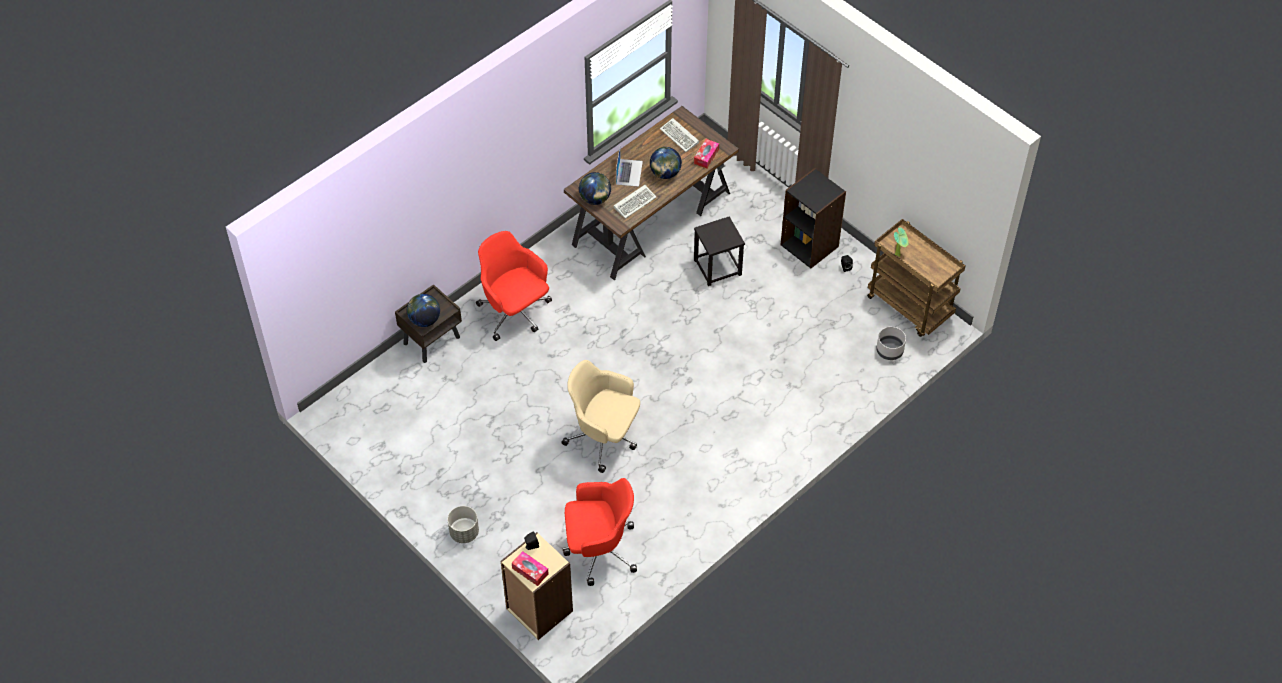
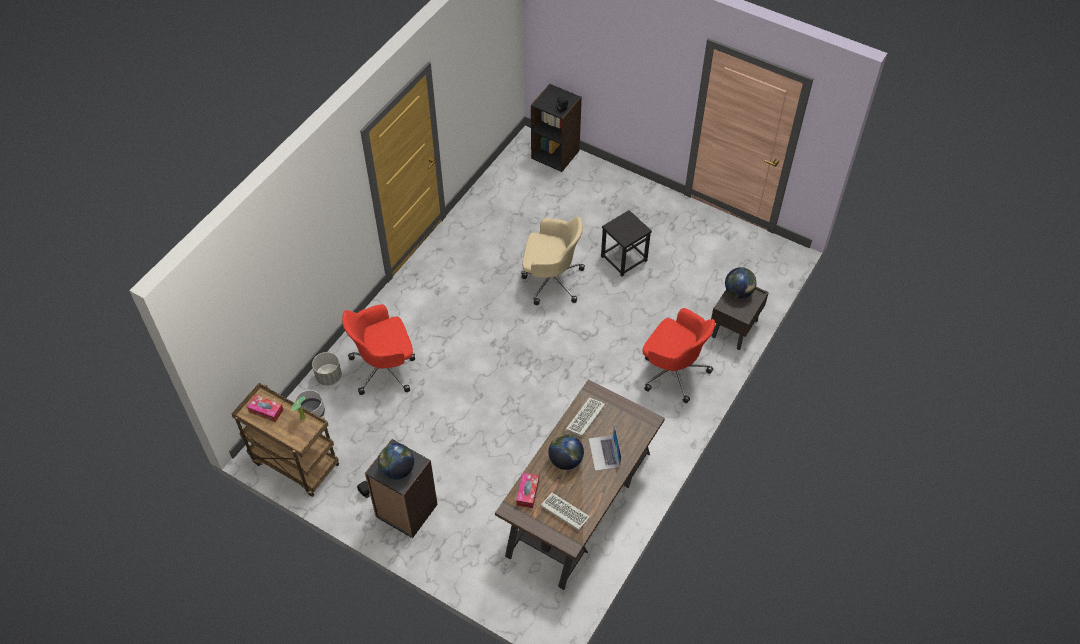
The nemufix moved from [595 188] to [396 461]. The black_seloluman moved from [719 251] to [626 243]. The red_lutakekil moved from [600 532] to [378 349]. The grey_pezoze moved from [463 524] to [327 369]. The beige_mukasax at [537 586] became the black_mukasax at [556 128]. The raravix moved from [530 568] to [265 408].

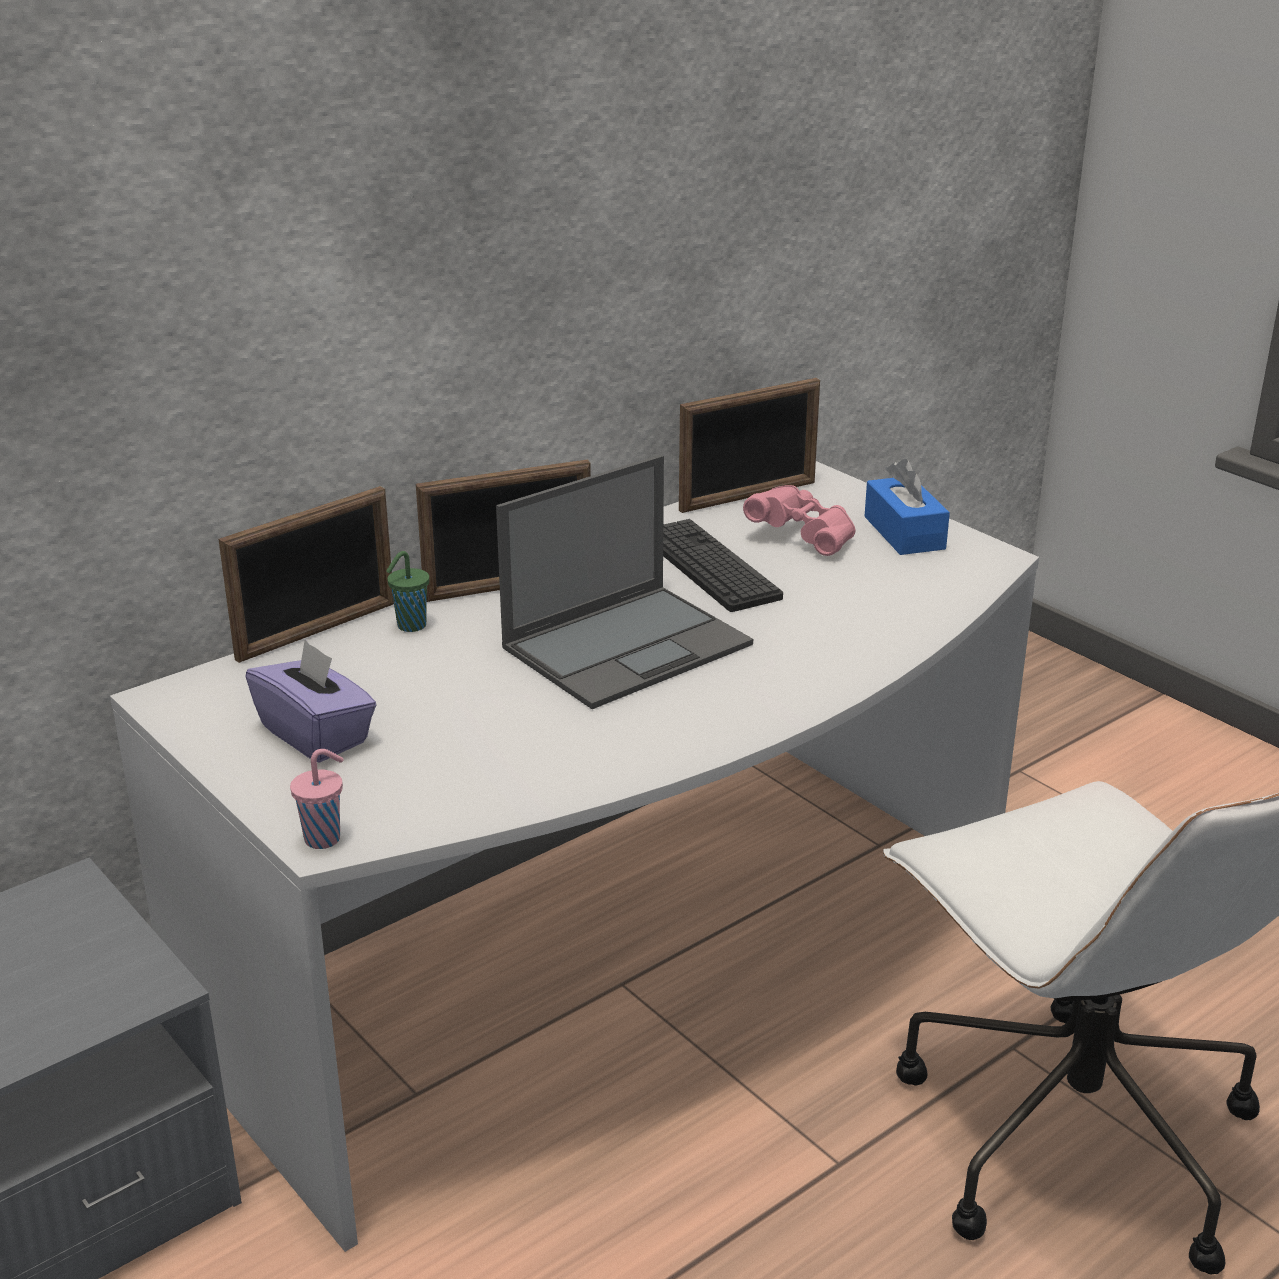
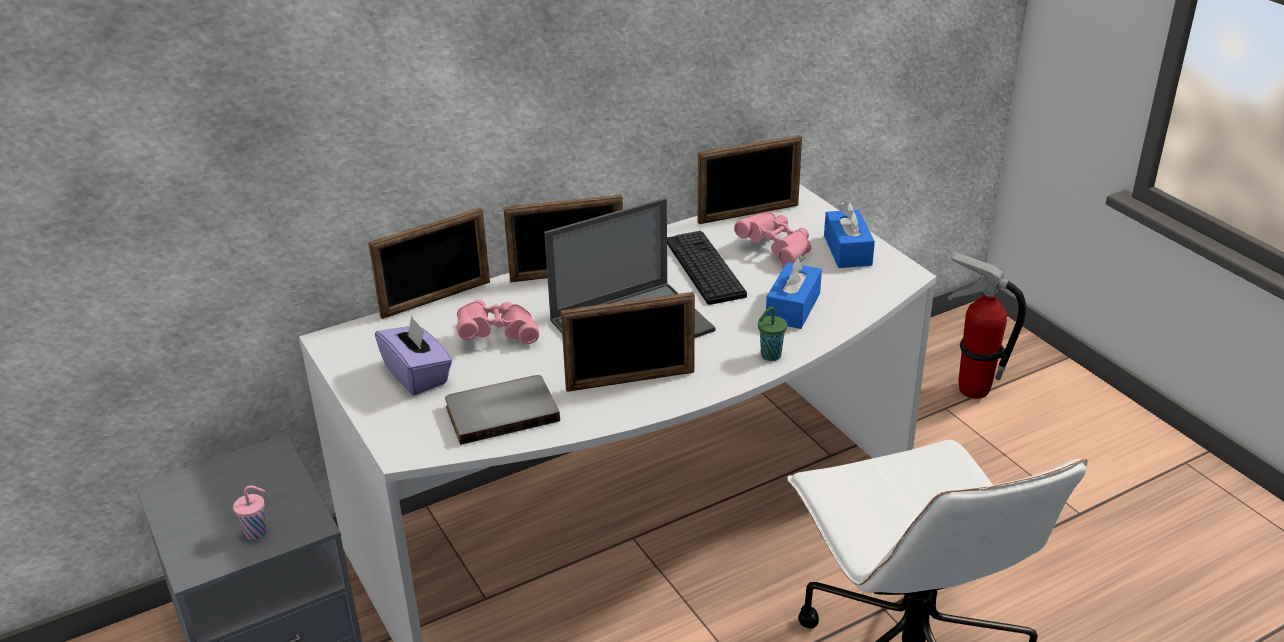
The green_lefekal moved from [407 591] to [772 334]. The pink_lefekal moved from [317 799] to [249 512]. The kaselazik at [987 325] appeared. The blue_raravix at [794 292] appeared. The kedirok at [628 342] appeared. The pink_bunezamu at [498 322] appeared. The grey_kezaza at [502 410] appeared.

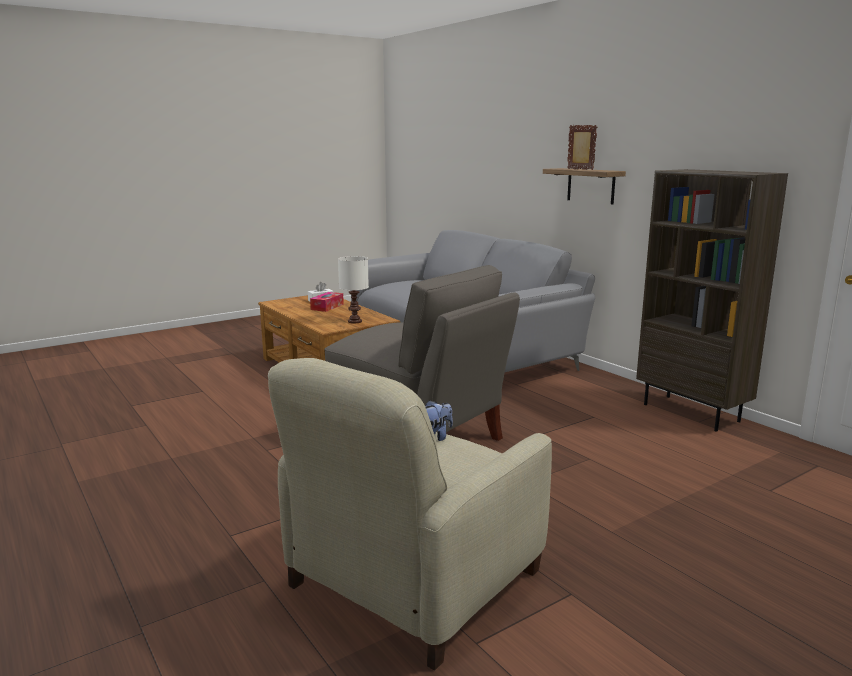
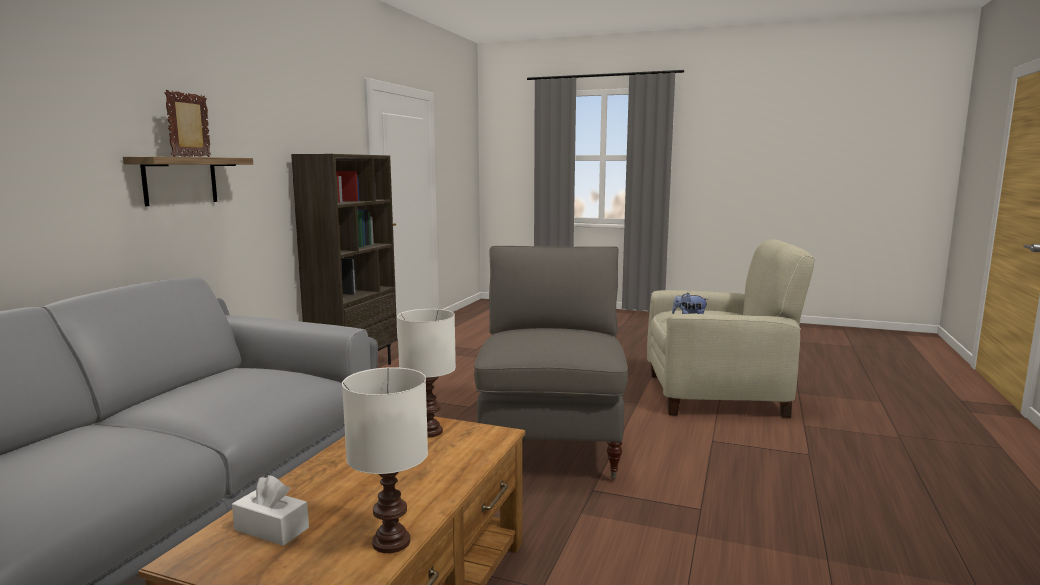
The raravix at [327 302] disappeared. The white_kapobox at [385 460] appeared.

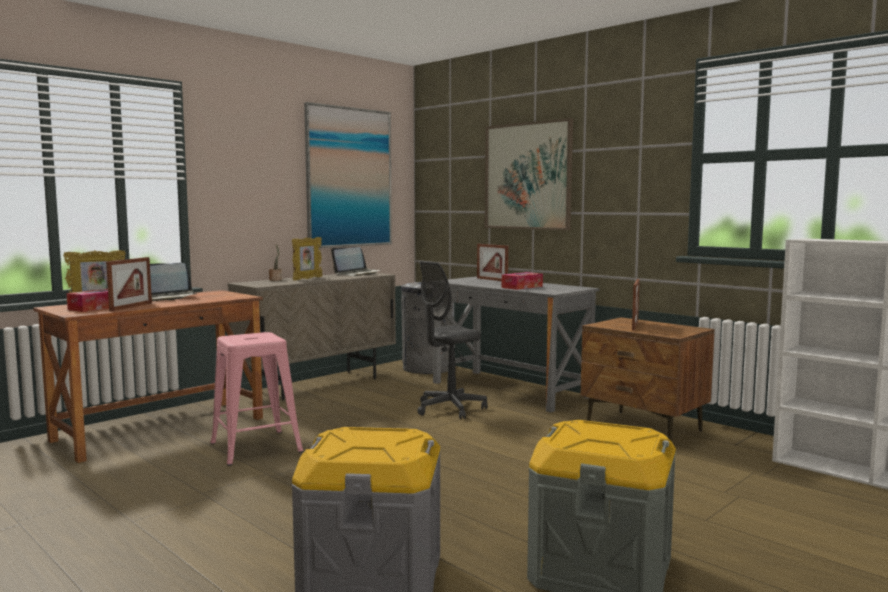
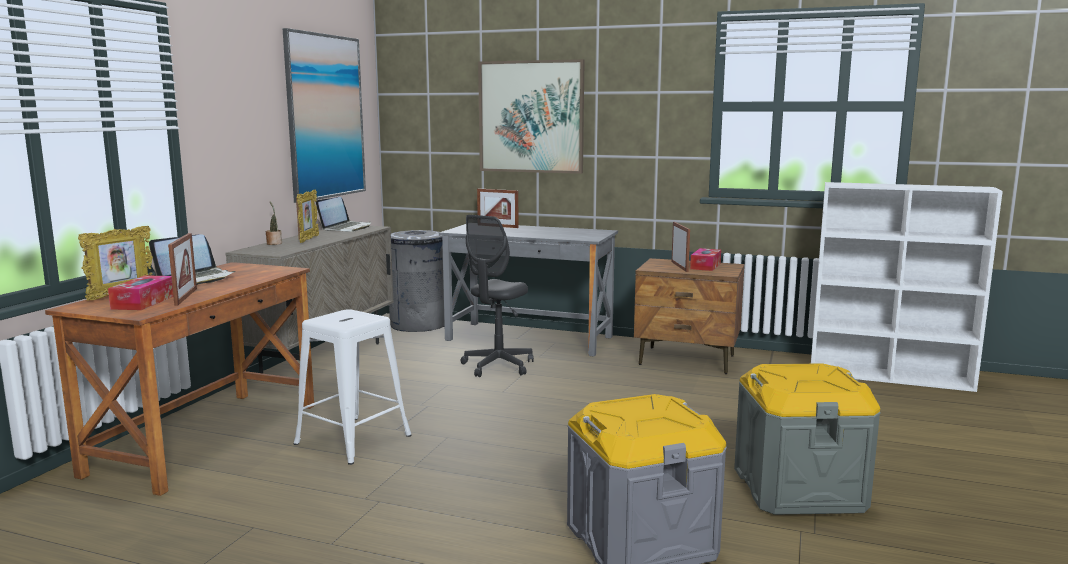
The raravix moved from [522 281] to [705 259]. The pink_seloluman at [256 399] became the white_seloluman at [353 387].

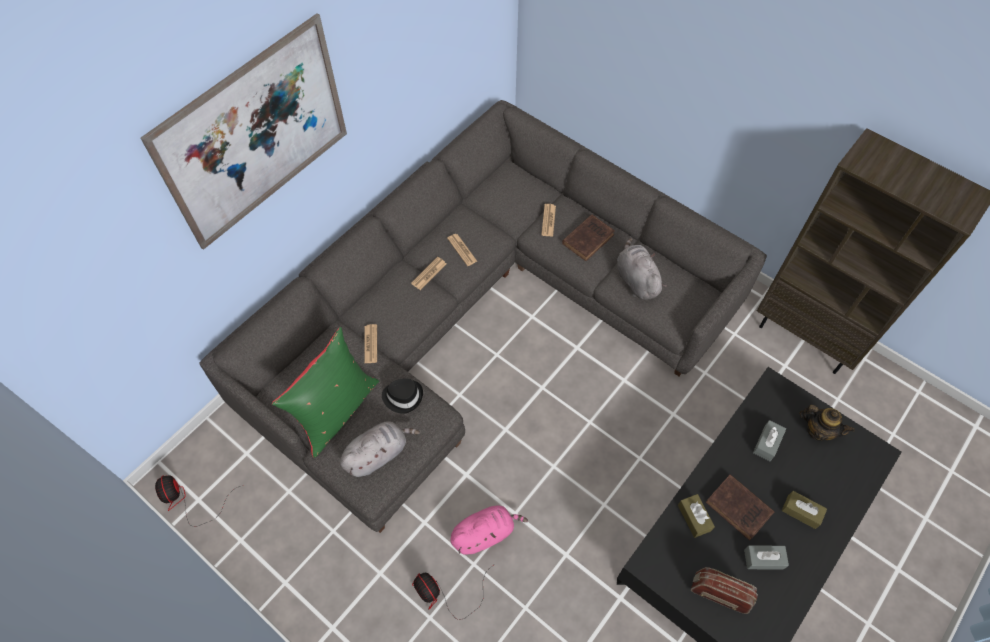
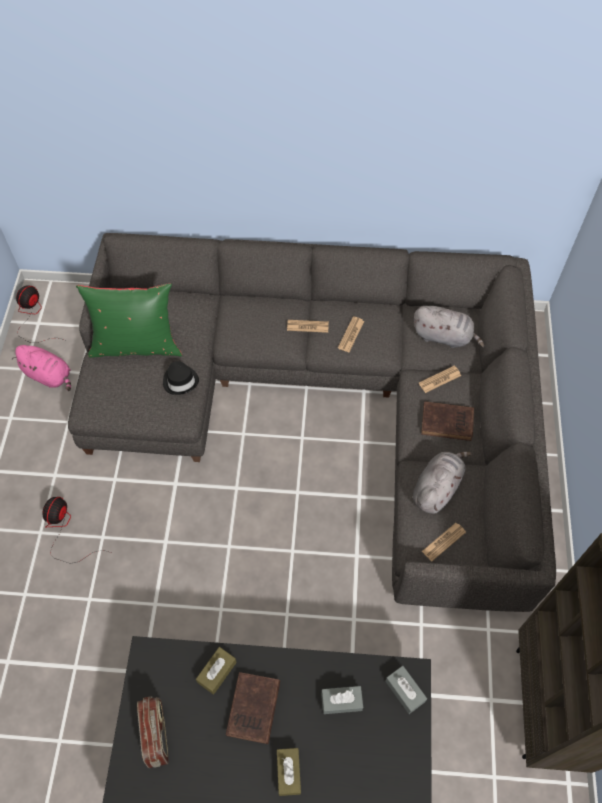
The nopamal at [244 131] disappeared. The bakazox moved from [370 344] to [444 542]. The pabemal at [827 423] disappeared. The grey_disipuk moved from [380 449] to [449 327]. The pink_disipuk moved from [489 530] to [41 368]. The grey_raravix moved from [766 557] to [406 690].

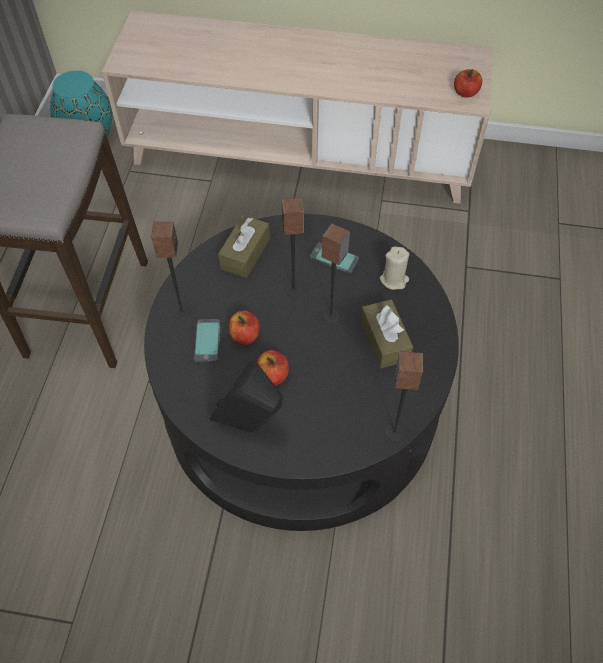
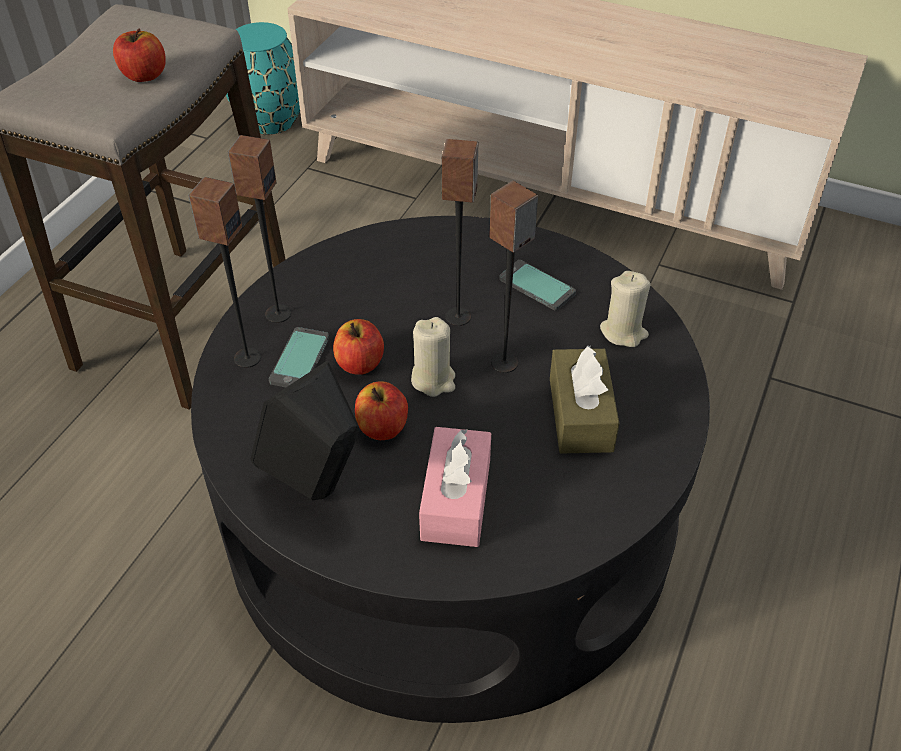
The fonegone moved from [468 83] to [139 55]. The brown_raravix at [244 246] disappeared. The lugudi moved from [404 396] to [224 272]. The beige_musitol at [433 357] appeared. The pink_raravix at [455 487] appeared.

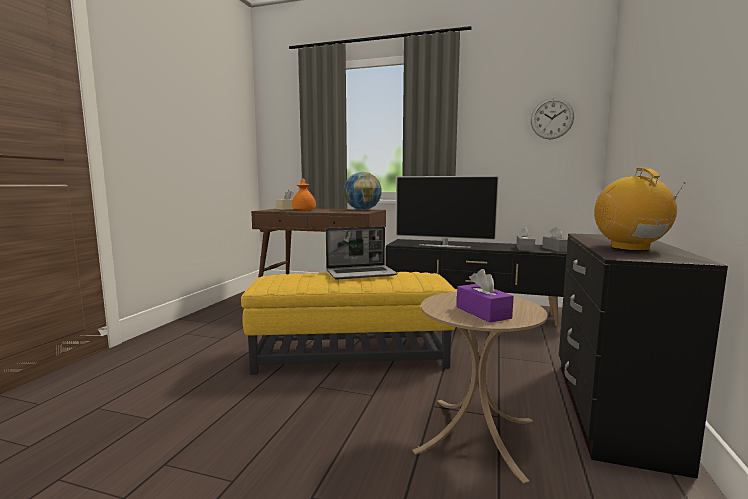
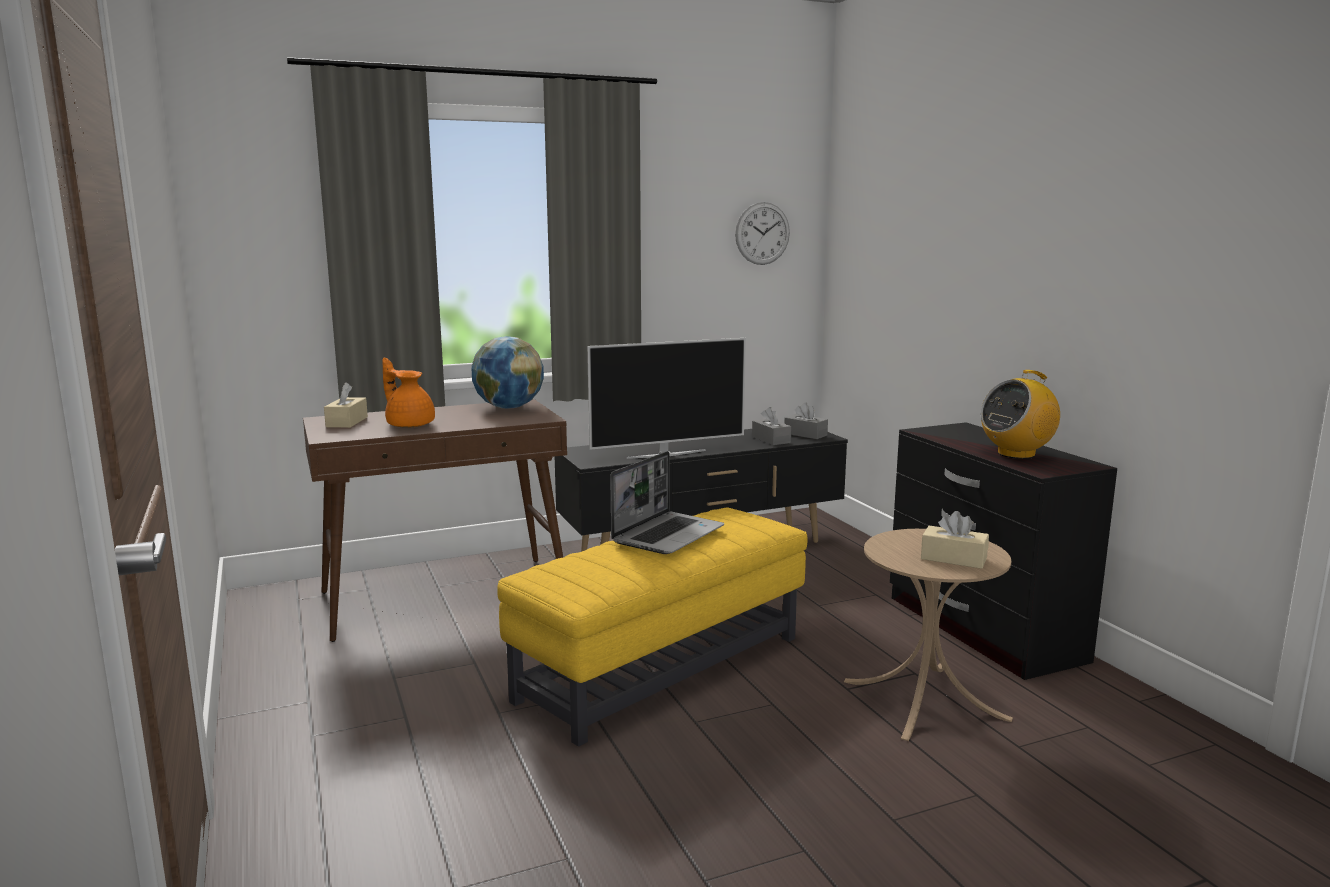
The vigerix at [640 209] turned 75 degrees counterclockwise. The purple_raravix at [485 296] became the beige_raravix at [955 540].

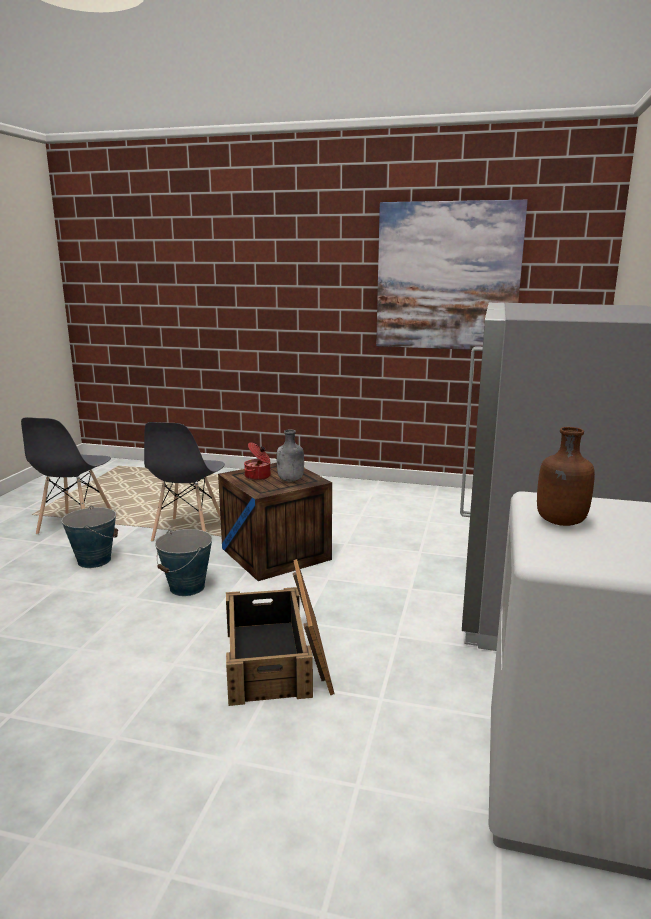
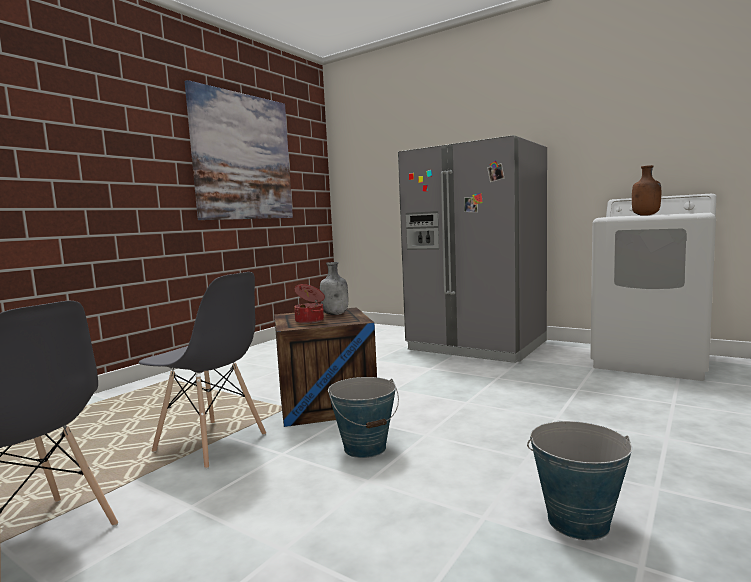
The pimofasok moved from [90 537] to [579 480]. The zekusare at [280 632] disappeared.

